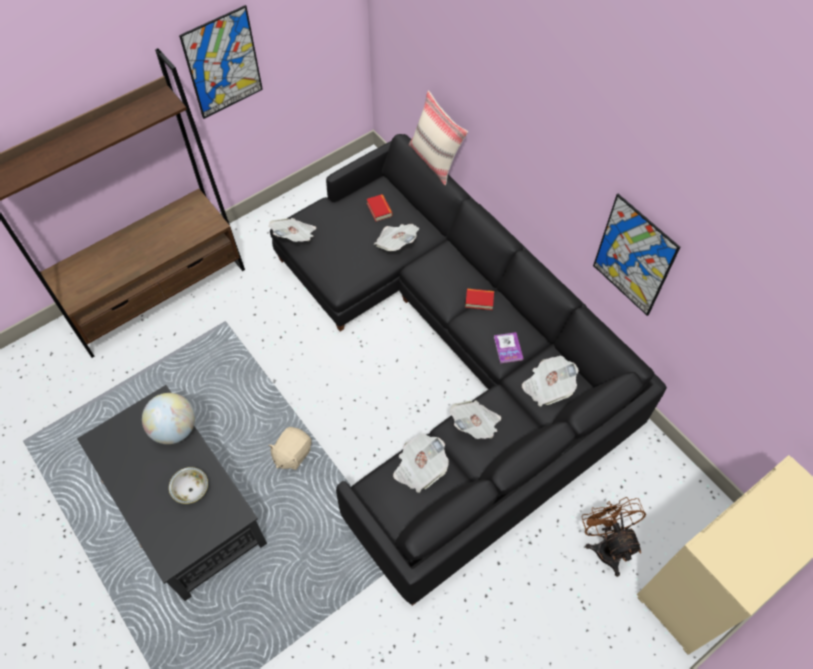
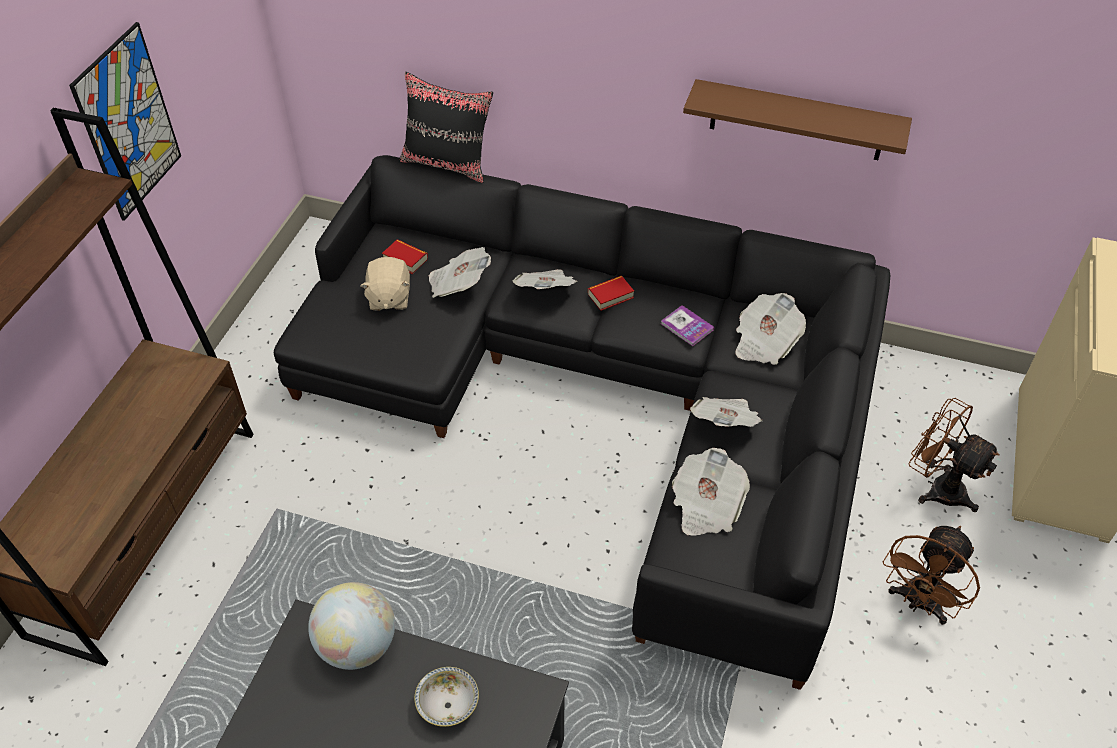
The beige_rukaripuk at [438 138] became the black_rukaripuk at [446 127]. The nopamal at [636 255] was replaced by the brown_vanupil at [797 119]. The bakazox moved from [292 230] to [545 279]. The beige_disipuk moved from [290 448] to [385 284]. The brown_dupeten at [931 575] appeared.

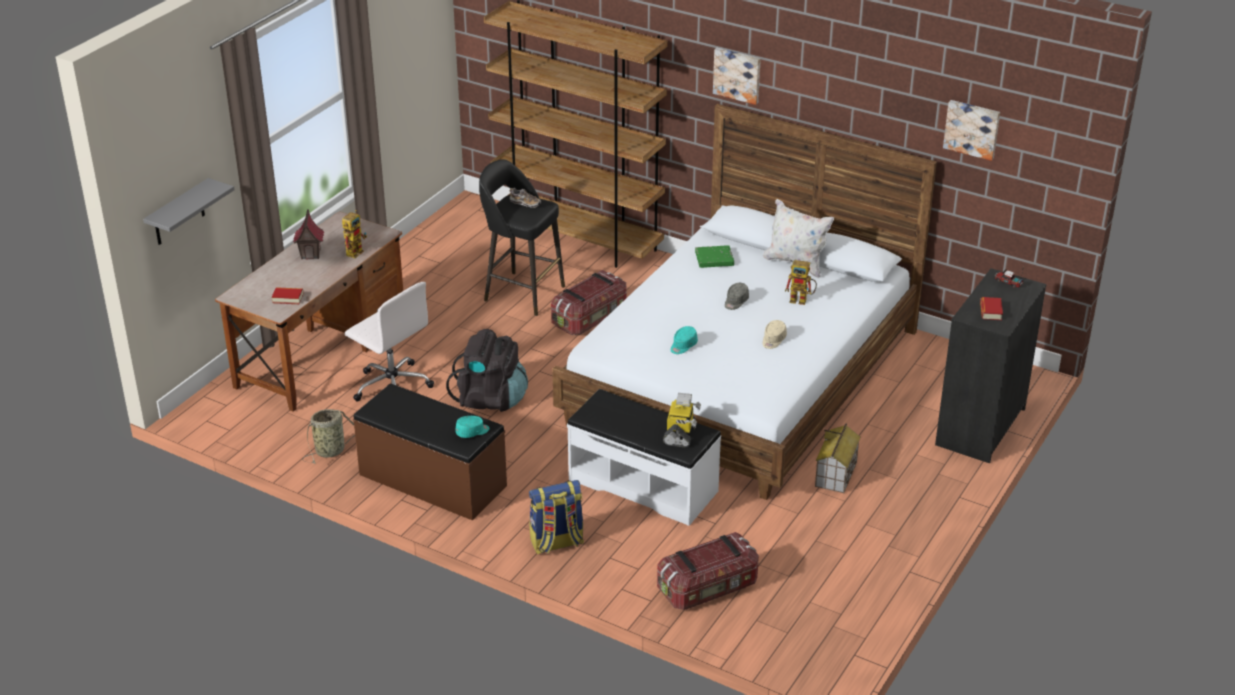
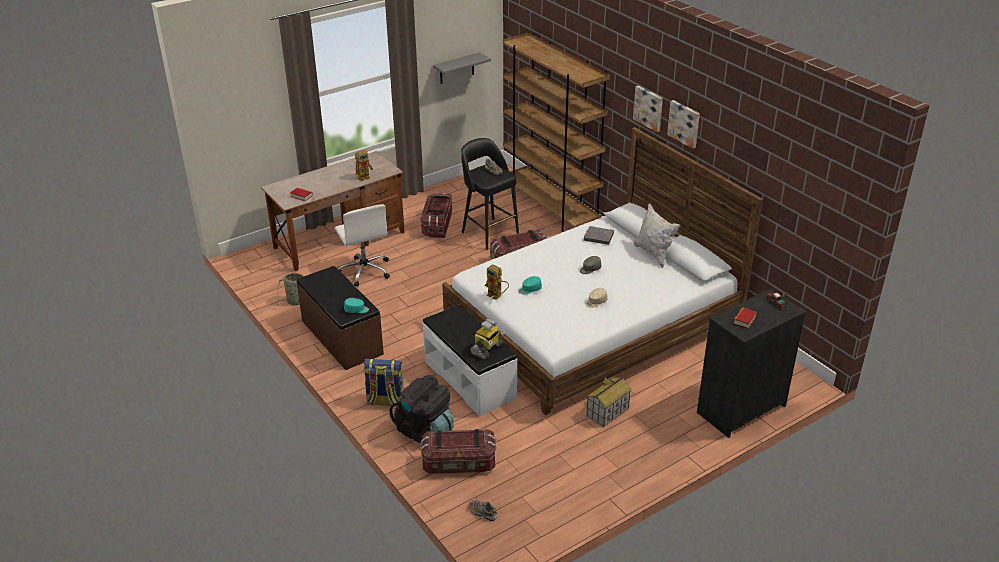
The nopamal moved from [971 130] to [683 124]. The grey_vanupil moved from [189 211] to [462 68]. The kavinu at [308 234] disappeared. The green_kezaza at [714 256] became the grey_kezaza at [599 235]. The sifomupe moved from [801 282] to [497 282]. The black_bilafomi moved from [487 370] to [422 409]. The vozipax at [436 215] appeared. The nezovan at [483 511] appeared.

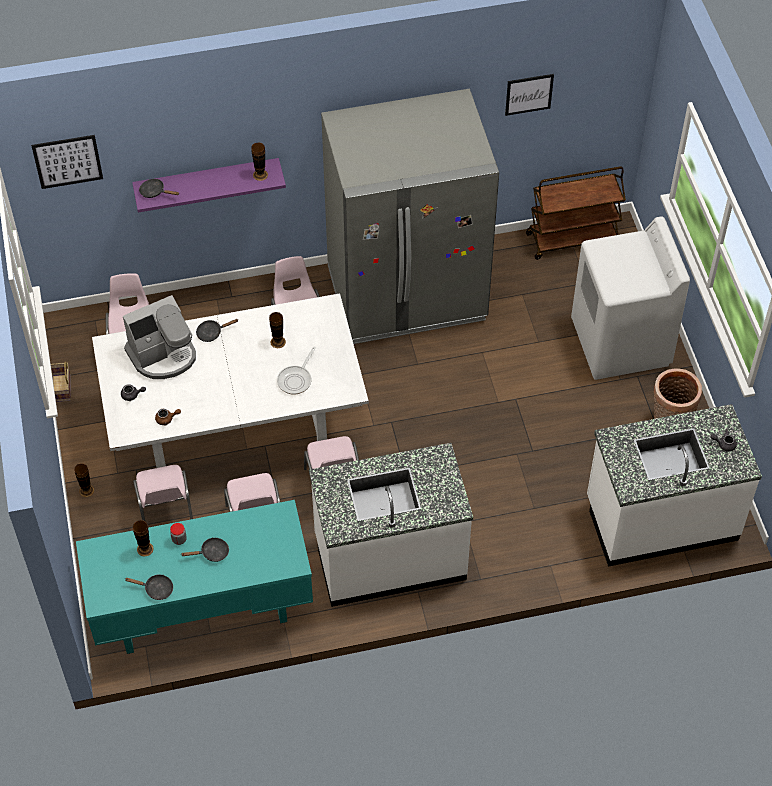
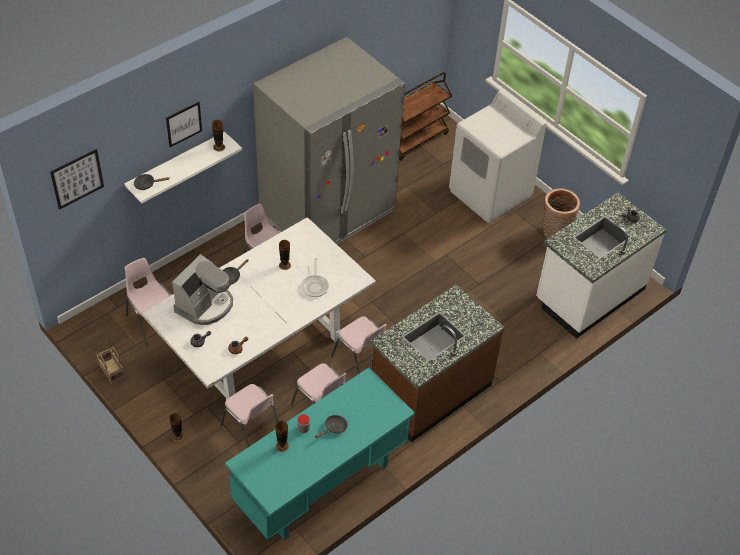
The nopamal moved from [529 95] to [184 124]. The purple_vanupil at [209 185] became the white_vanupil at [183 167]. The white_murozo at [391 525] became the brown_murozo at [437 363]. The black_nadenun at [149 587] disappeared.

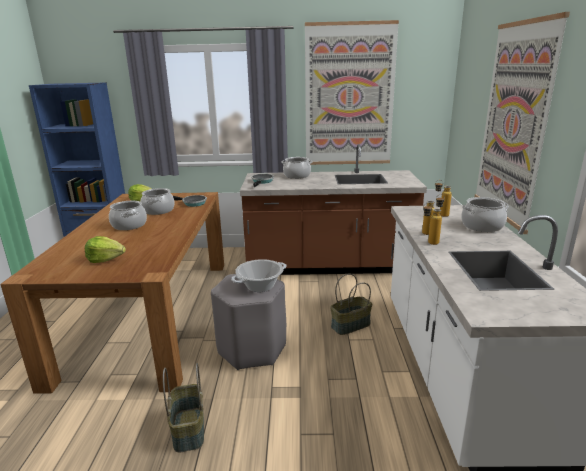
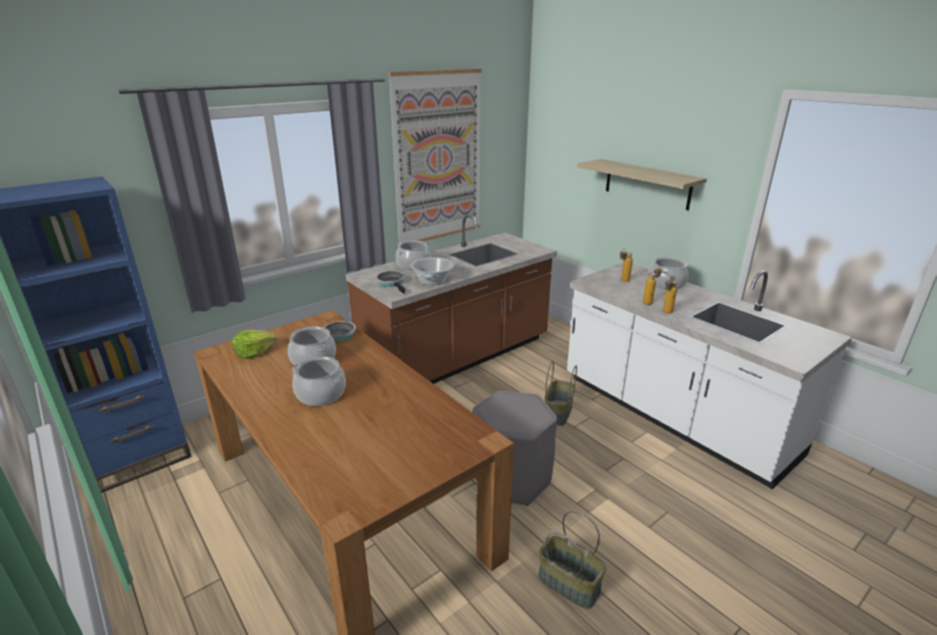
The nopamal at [522 123] was replaced by the vanupil at [642 184]. The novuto at [105 249] disappeared. The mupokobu moved from [259 275] to [432 271].

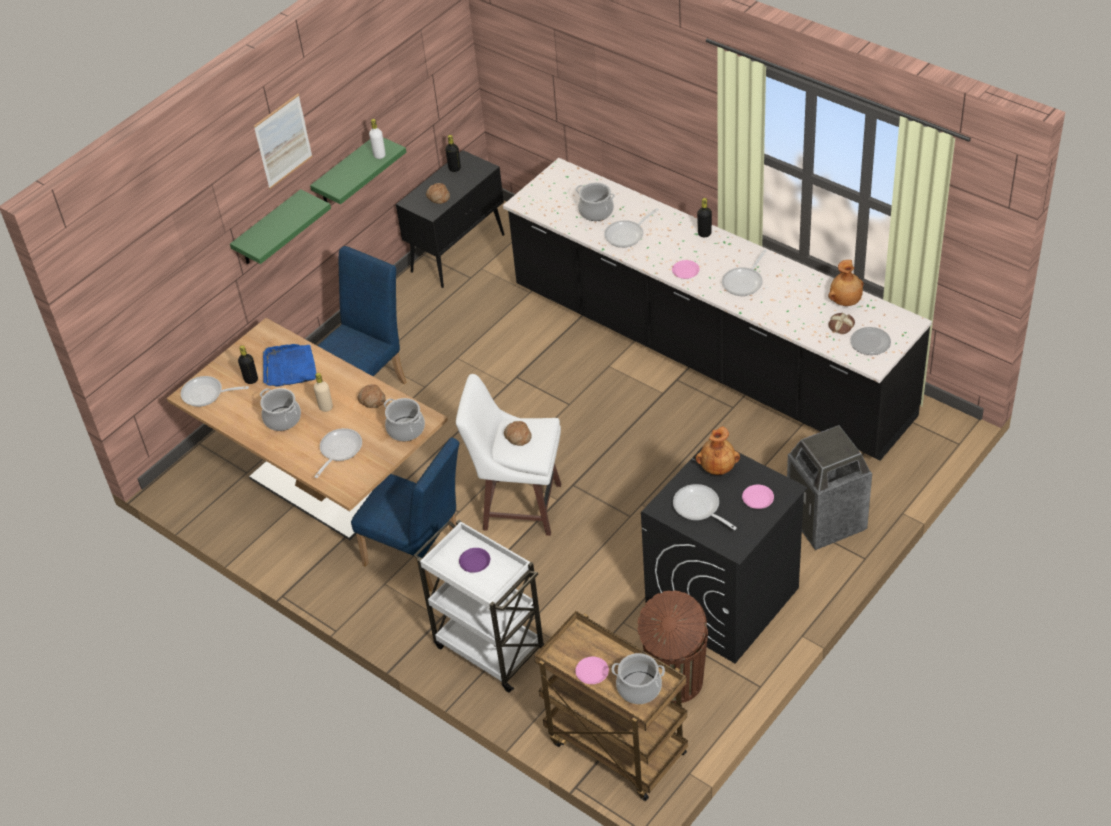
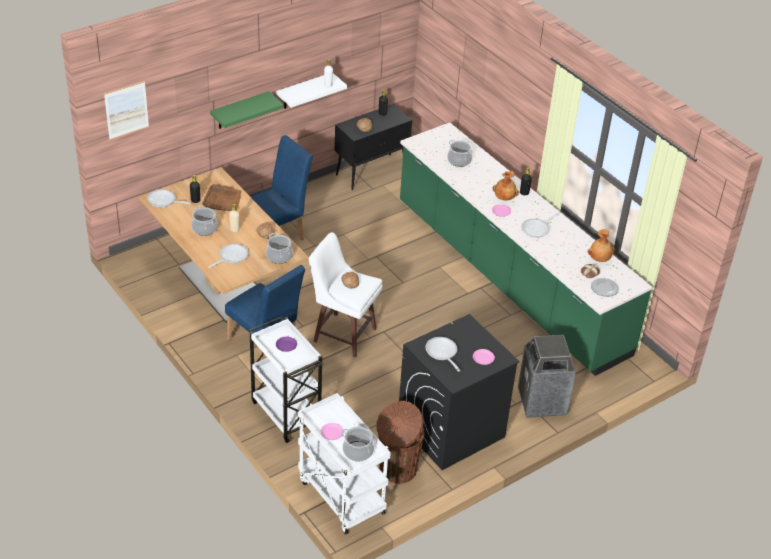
The nopamal moved from [283 141] to [126 110]. The green_vanupil at [358 171] became the white_vanupil at [311 91]. The black_murozo at [717 309] became the green_murozo at [526 249]. The nadenun at [631 228] disappeared. The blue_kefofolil at [289 365] became the brown_kefofolil at [222 197]. The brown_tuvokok moved from [718 450] to [505 186]. The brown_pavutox at [611 706] became the white_pavutox at [344 464].

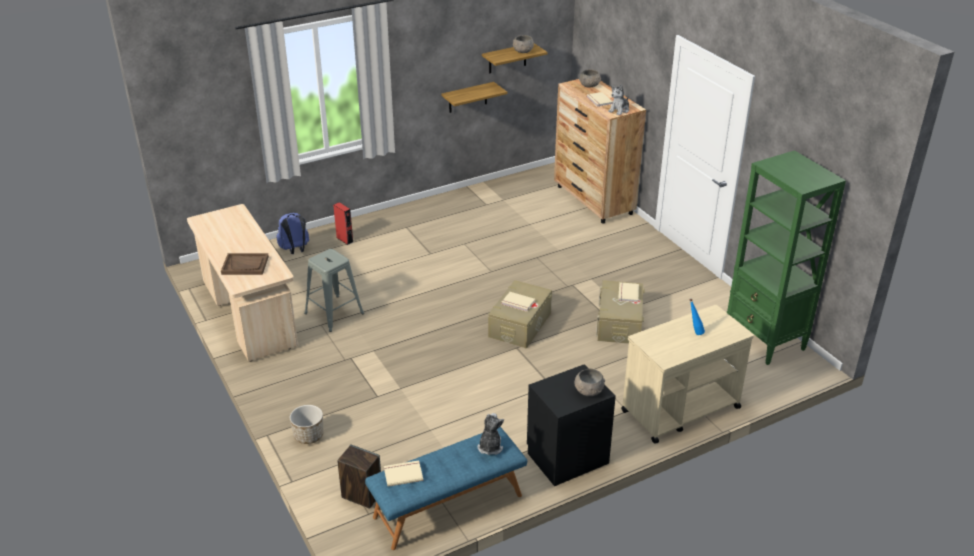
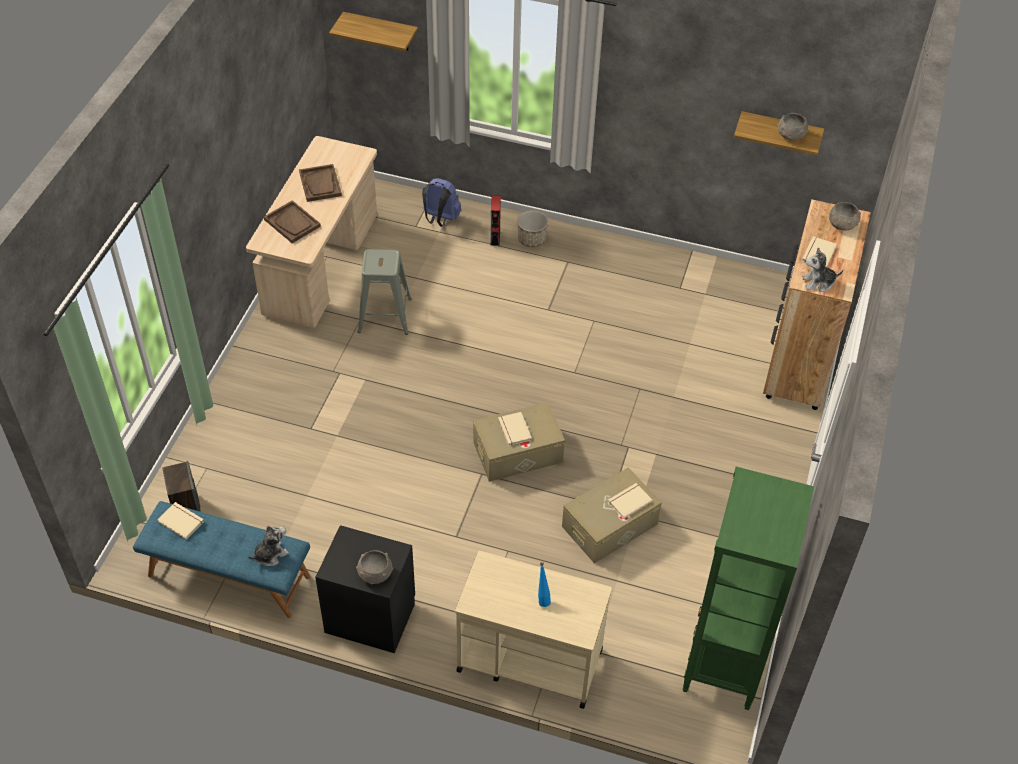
The vanupil moved from [474 97] to [373 31]. The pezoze moved from [307 424] to [532 228]. The brown_kefofolil at [320 183] appeared.

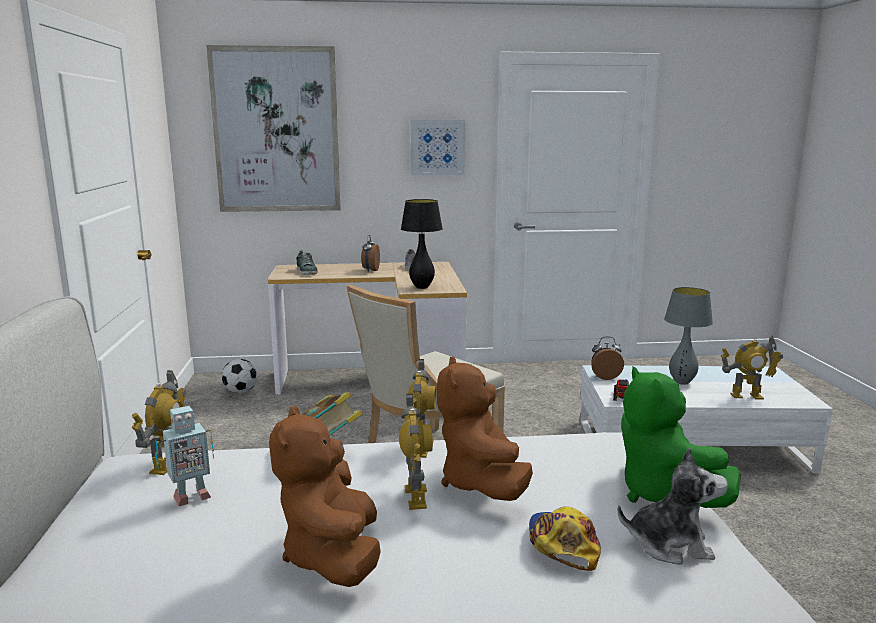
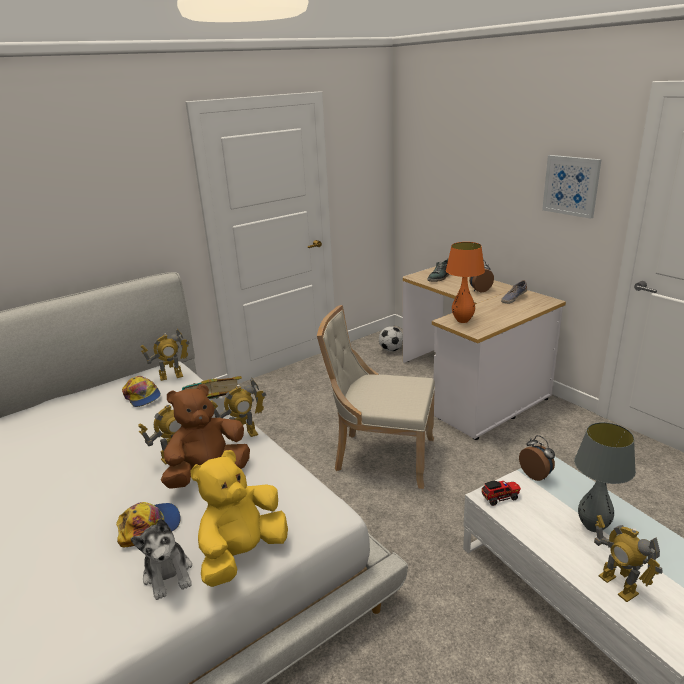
The nopamal at [273 128] disappeared. The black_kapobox at [422 244] became the orange_kapobox at [465 282]. The green_disipuk at [681 437] became the yellow_disipuk at [239 518]. The brown_disipuk at [325 496] disappeared. The sifomupe at [184 456] was replaced by the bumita at [141 391].

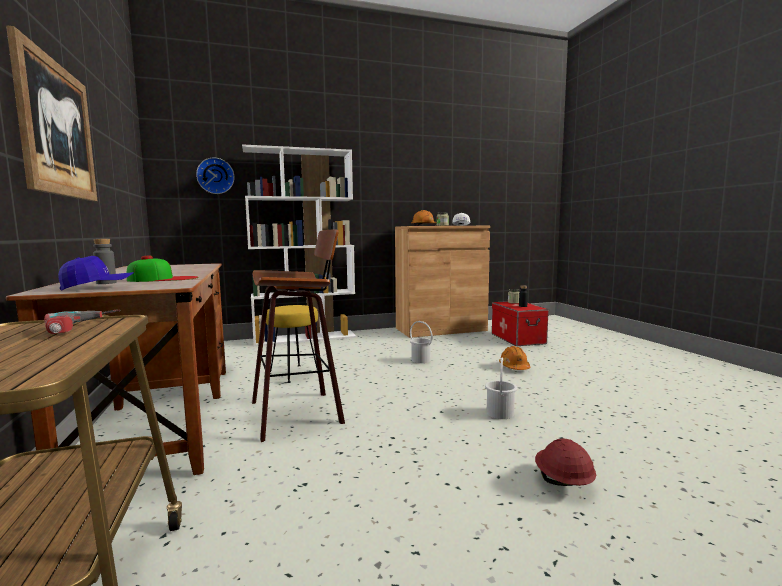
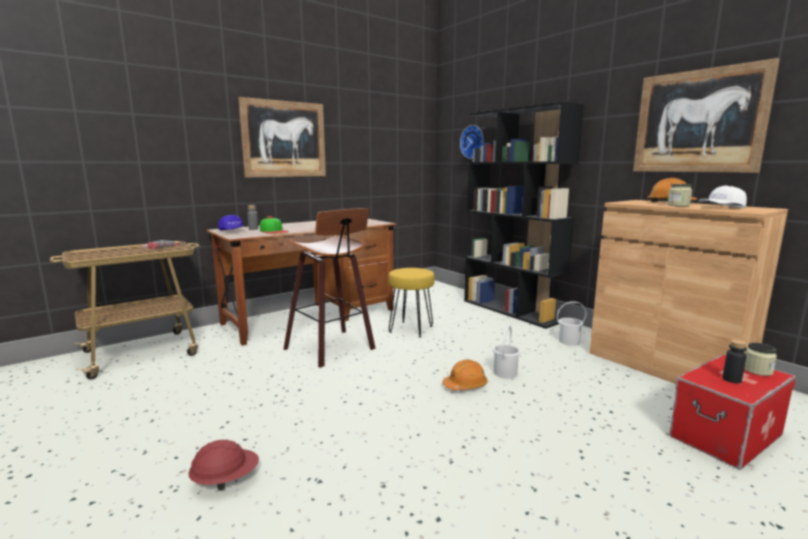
The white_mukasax at [299 245] became the black_mukasax at [524 215]. The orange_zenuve moved from [515 358] to [465 375]. The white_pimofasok moved from [501 388] to [572 323]. The nopamal at [706 115] appeared.

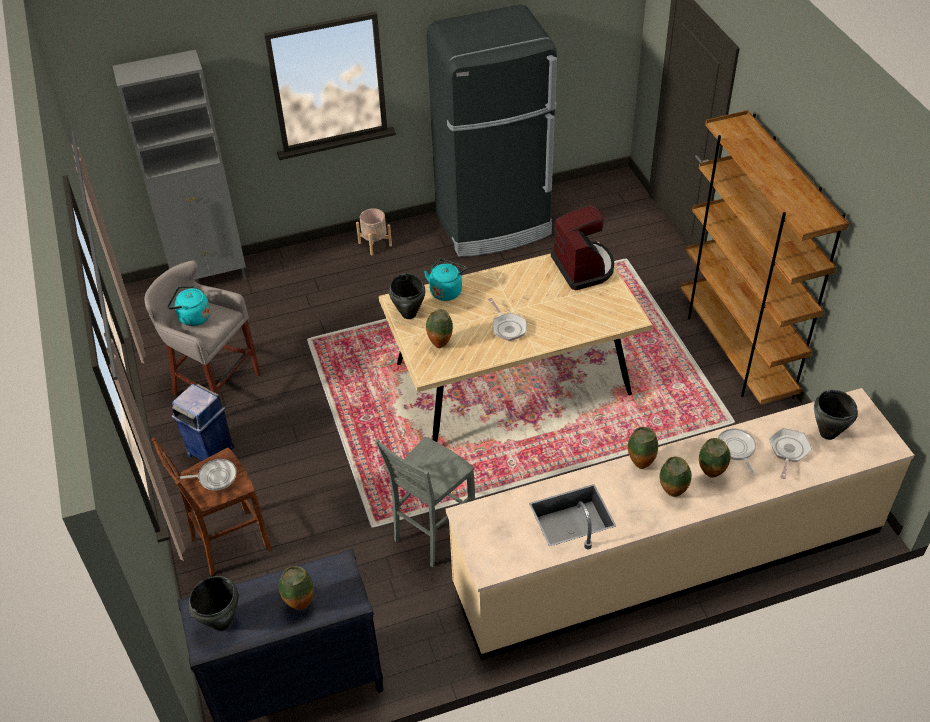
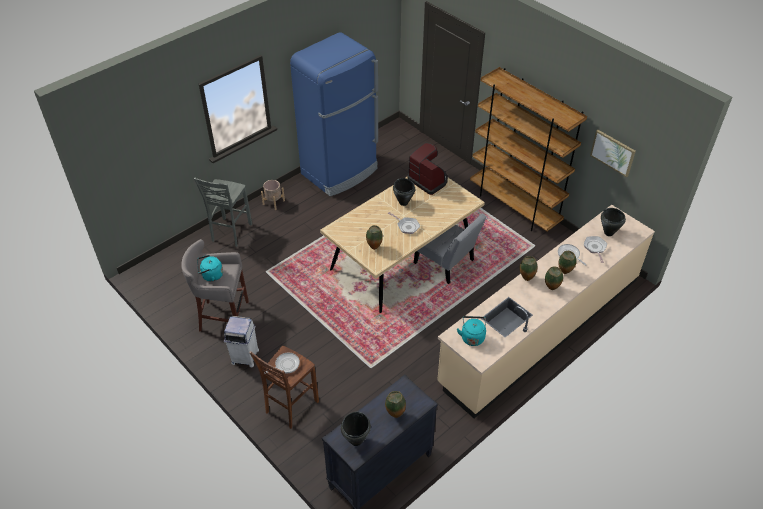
The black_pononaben at [492 131] became the blue_pononaben at [334 114]. The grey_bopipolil at [179 165] disappeared. The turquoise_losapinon moved from [445 280] to [471 331]. The black_mupokobu moved from [407 296] to [404 192]. The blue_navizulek at [203 422] became the white_navizulek at [241 341]. The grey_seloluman moved from [425 502] to [223 212]. The nopamal at [613 153] appeared. The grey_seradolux at [450 249] appeared.

